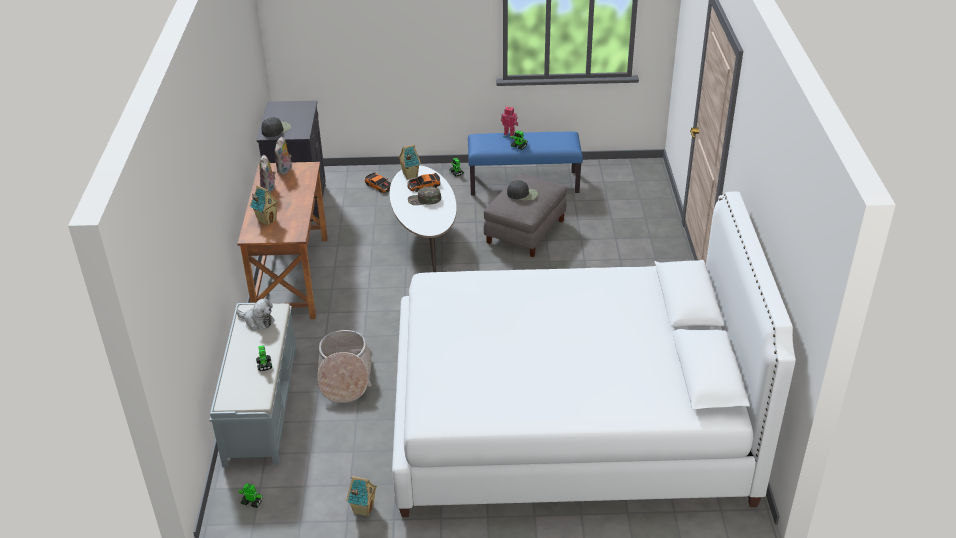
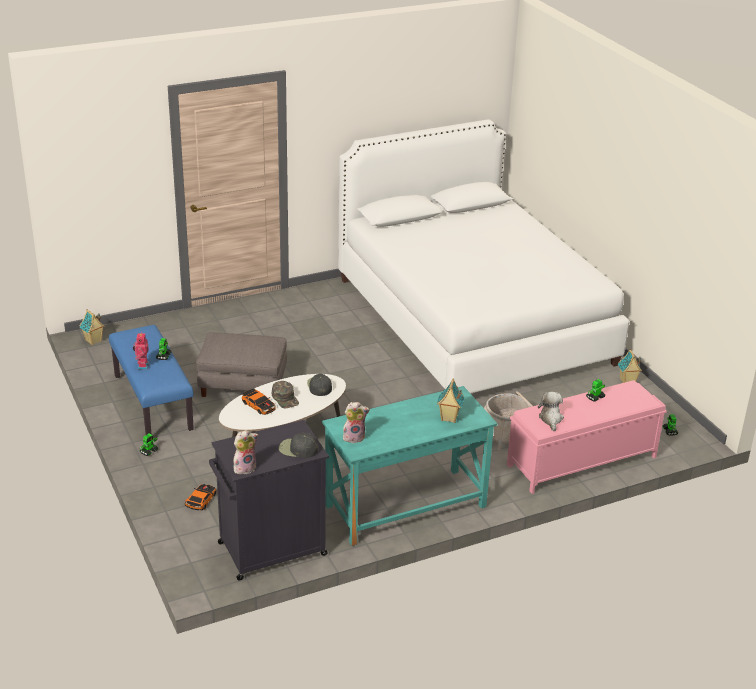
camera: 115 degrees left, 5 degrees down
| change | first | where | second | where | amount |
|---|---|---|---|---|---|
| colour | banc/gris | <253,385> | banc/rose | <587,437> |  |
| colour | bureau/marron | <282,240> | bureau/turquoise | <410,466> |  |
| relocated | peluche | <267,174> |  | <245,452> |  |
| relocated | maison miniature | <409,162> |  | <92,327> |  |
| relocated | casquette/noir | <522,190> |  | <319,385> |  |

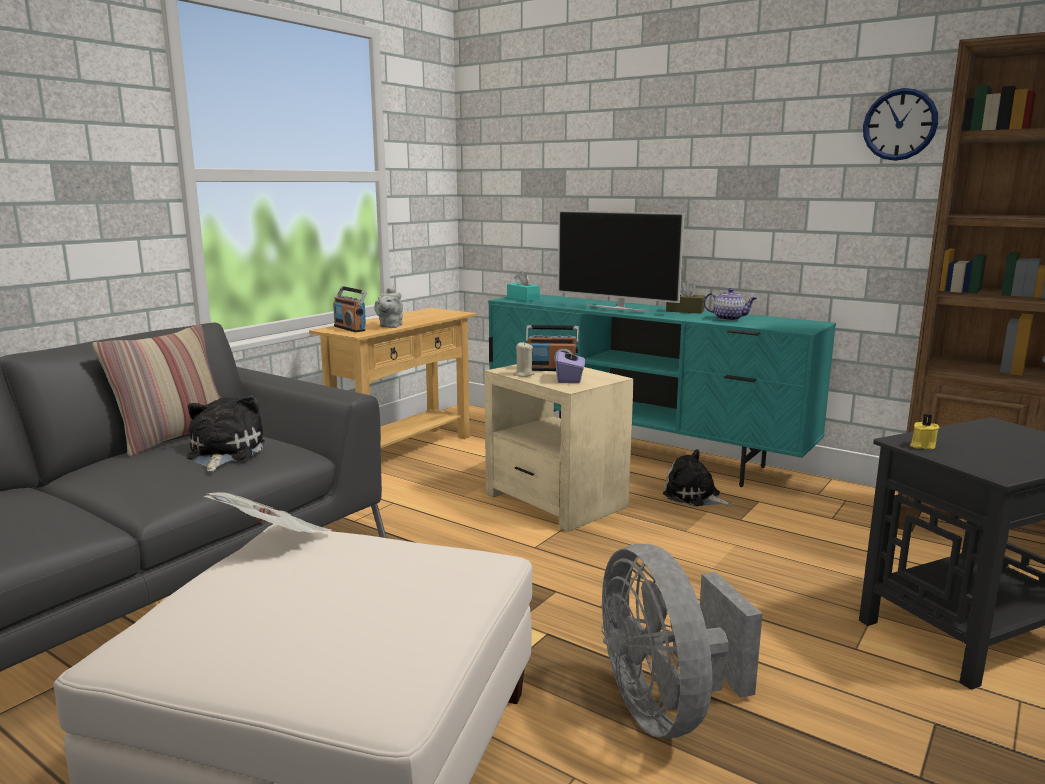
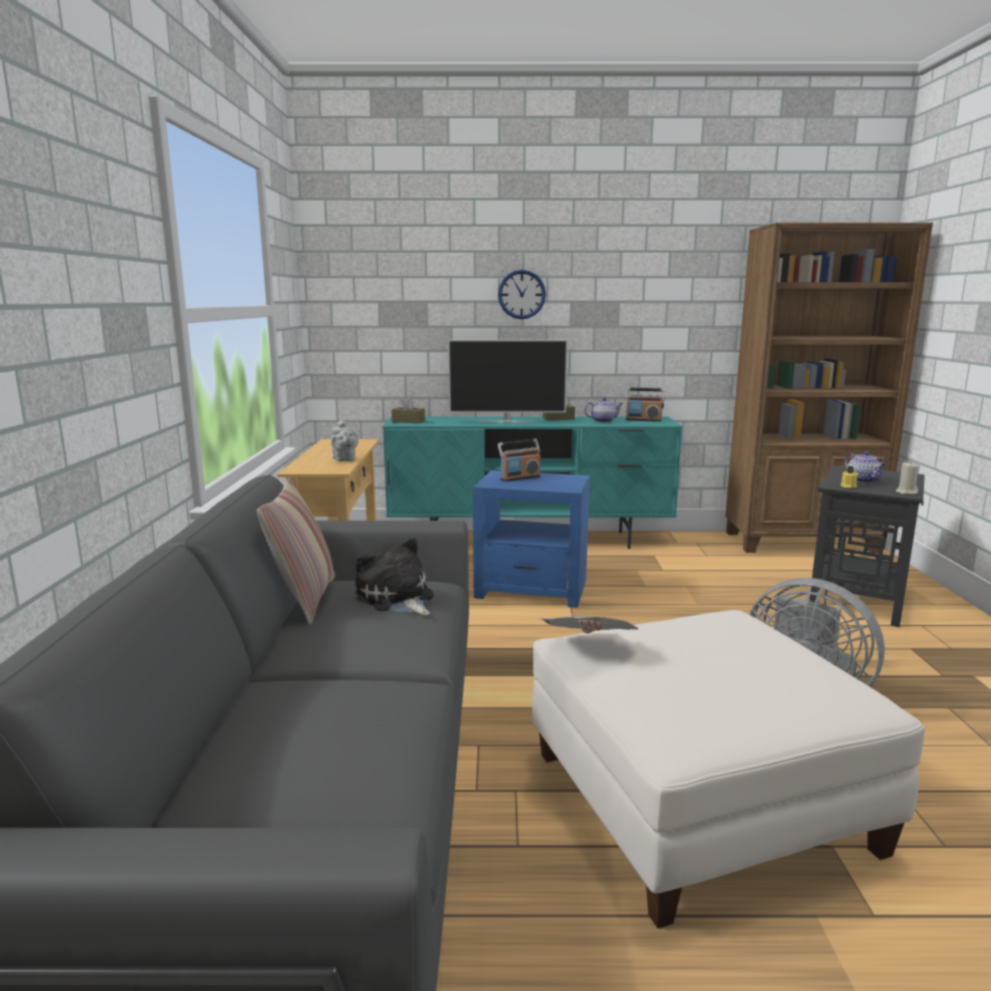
camera: 35 degrees left, 0 degrees up
| change | first | where | second | where | amount |
|---|---|---|---|---|---|
| relocated | radio | <350,309> |  | <645,405> |  |
| colour | table d'appoint/beige | <559,448> | table d'appoint/bleu | <531,539> |  |
| colour | boîte à mouchoirs/turquoise | <523,286> | boîte à mouchoirs/marron | <408,410> |  |
| relocated | bougie/beige | <524,359> |  | <907,478> |  |
| missing | boîte à mouchoirs/violet | <570,364> |  |  |  |
| missing | peluche | <698,477> |  |  |  |
| relocated | horloge murale | <900,124> |  | <522,294> |  |
| appeared |  |  | théière | <865,467> |  |

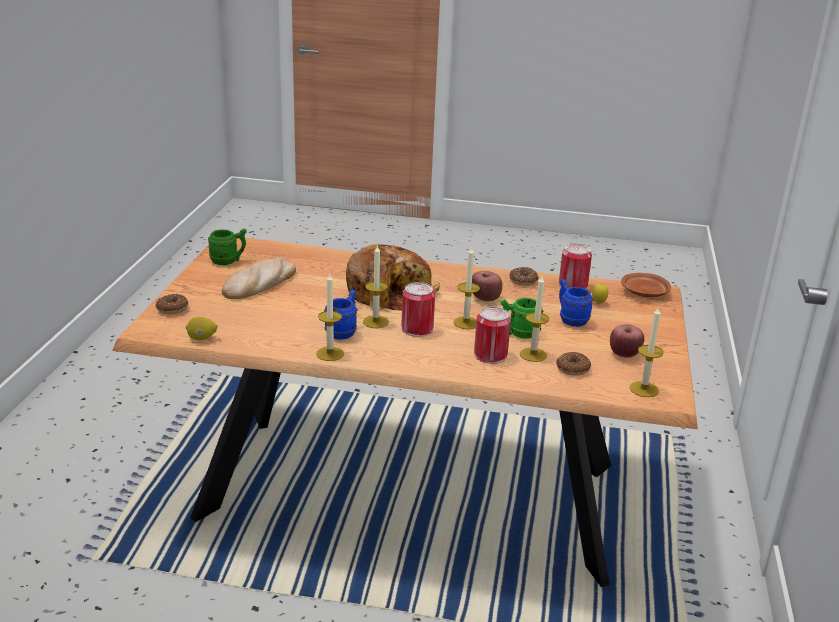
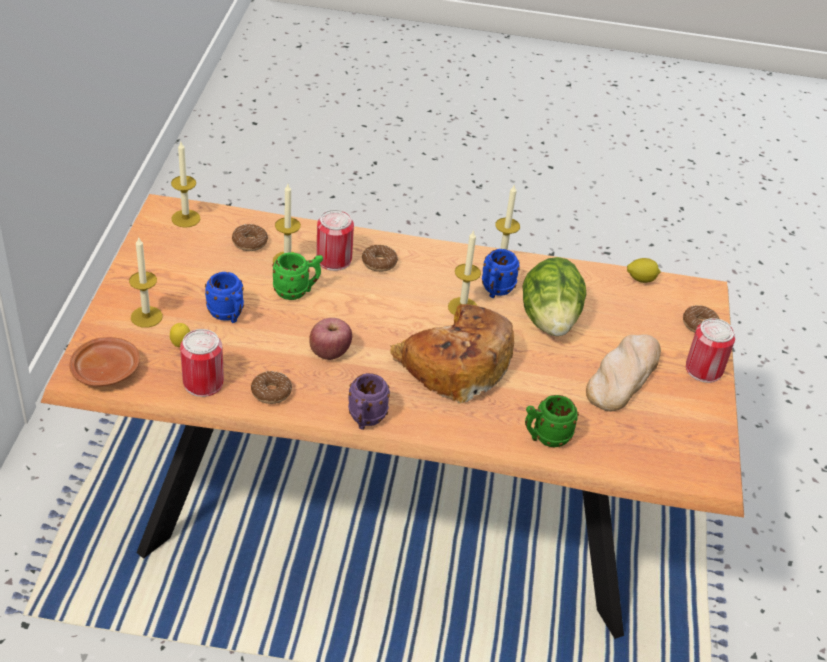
camera: 175 degrees right, 15 degrees up
| change | first | where | second | where | amount |
|---|---|---|---|---|---|
| relocated | mug/vert | <227,247> |  | <552,421> |  |
| relocated | boîte métallique | <418,309> |  | <710,350> |  |
| relocated | bougie | <466,287> |  | <146,282> |  |
| missing | pomme | <627,341> |  |  |  |
| appeared |  |  | mug/violet | <369,401> |  |
| appeared |  |  | beignet | <380,258> |  |
| appeared |  |  | laitue | <554,296> |  |

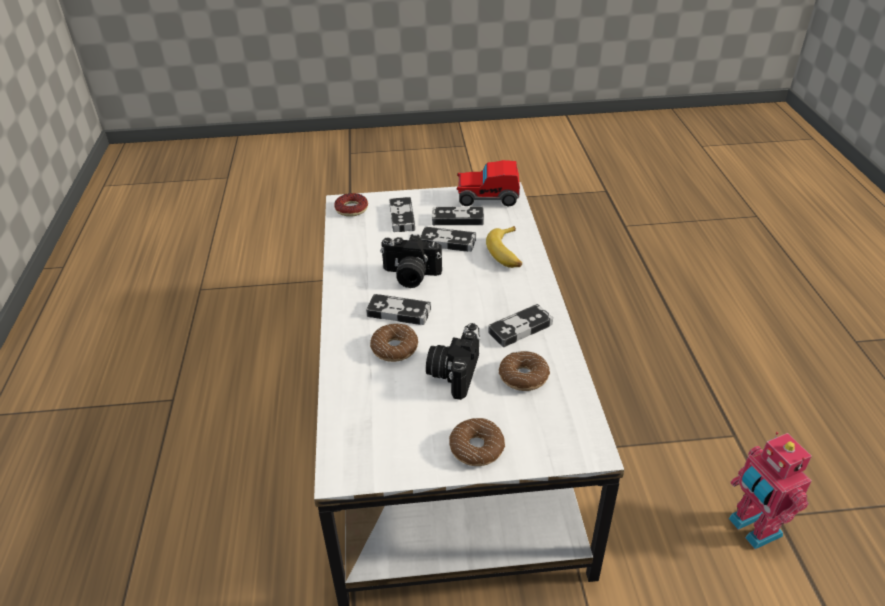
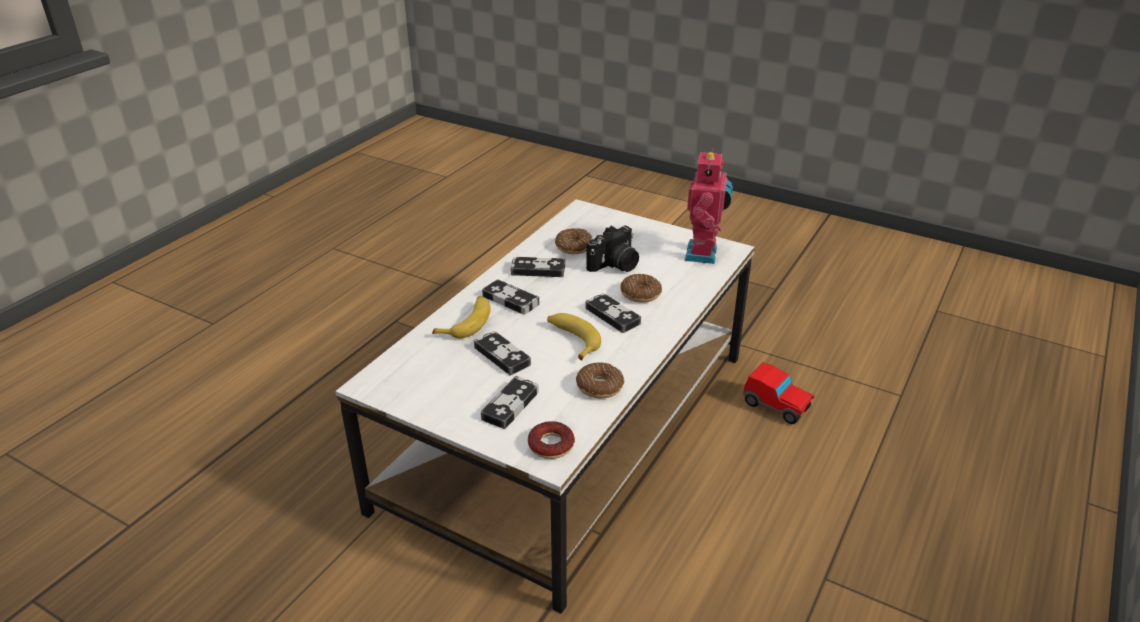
camera: 145 degrees left, 5 degrees down
| change | first | where | second | where | amount |
|---|---|---|---|---|---|
| exchanged | appareil photo | <411,261> | banane | <574,336> |  |
| relocated | manette | <458,215> |  | <511,297> |  |
| relocated | beignet | <477,442> |  | <600,380> |  |
| relocated | petite voiture | <488,183> |  | <779,393> |  |
| relocated | robot jouet | <770,490> |  | <709,206> |  |

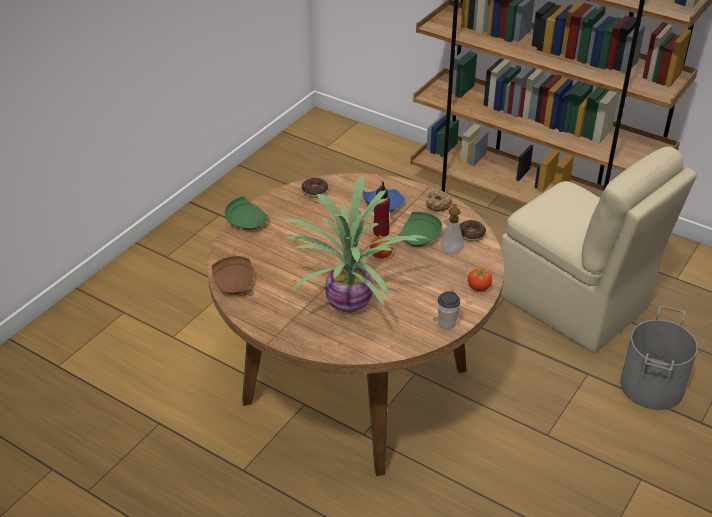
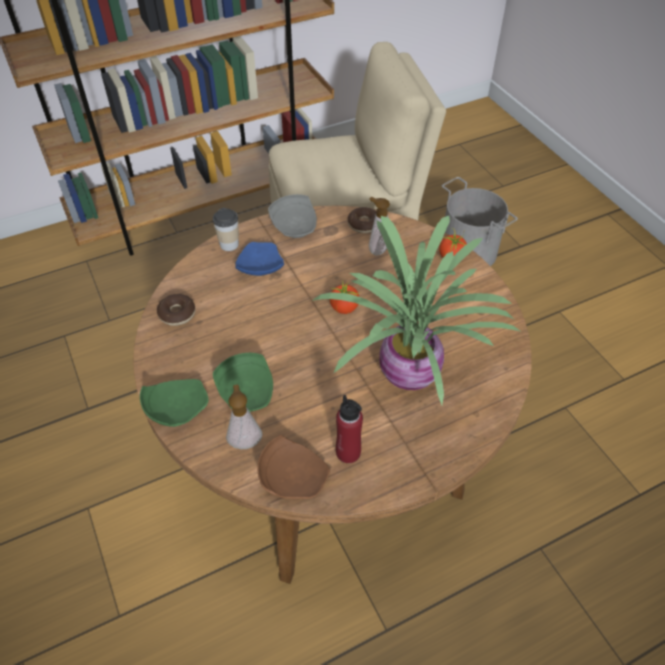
camera: 60 degrees left, 10 degrees up
| change | first | where | second | where | amount |
|---|---|---|---|---|---|
| relocated | bouteille/rouge | <381,209> |  | <349,429> |  |
| relocated | assiette/vert | <420,229> |  | <243,382> |  |
| exchanged | beignet | <439,201> | assiette/gris | <292,216> |  |
| relocated | tasse | <449,310> |  | <226,229> |  |
| appeared |  |  | distributeur de savon | <244,416> |  |

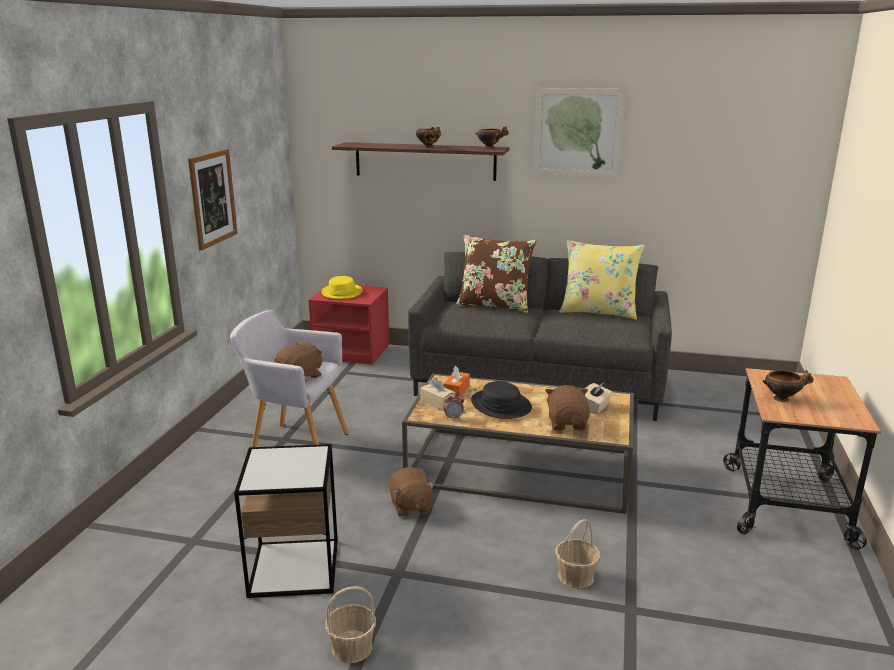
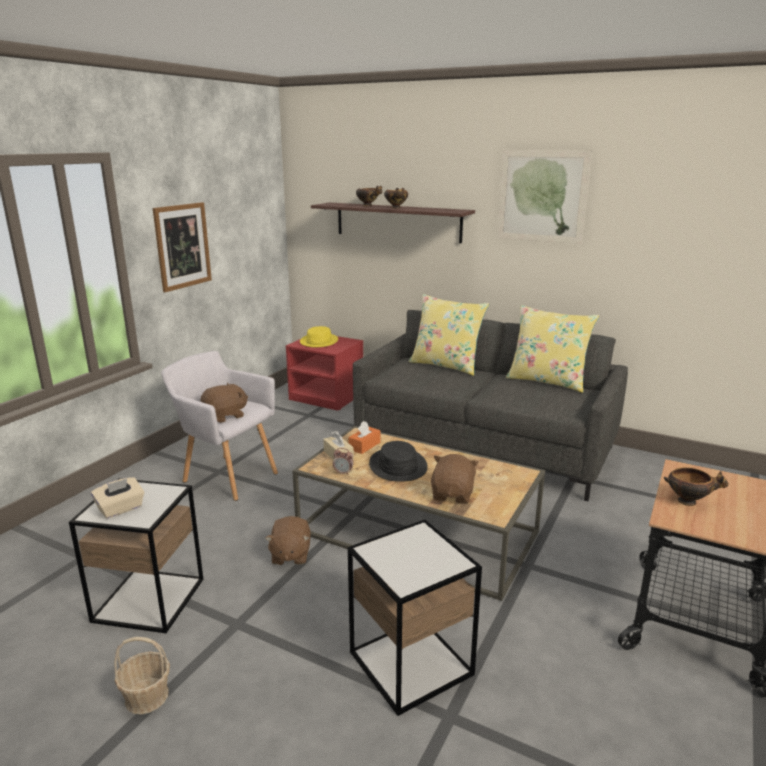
camera: 15 degrees right, 0 degrees up
| change | first | where | second | where | amount |
|---|---|---|---|---|---|
| colour | coussin/marron | <496,274> | coussin/jaune | <449,335> |  |
| relocated | bol | <492,137> |  | <369,196> |  |
| exchanged | panier | <577,554> | table d'appoint | <415,618> |  |
| relocated | boîte à mouchoirs/beige | <598,398> |  | <117,498> |  |

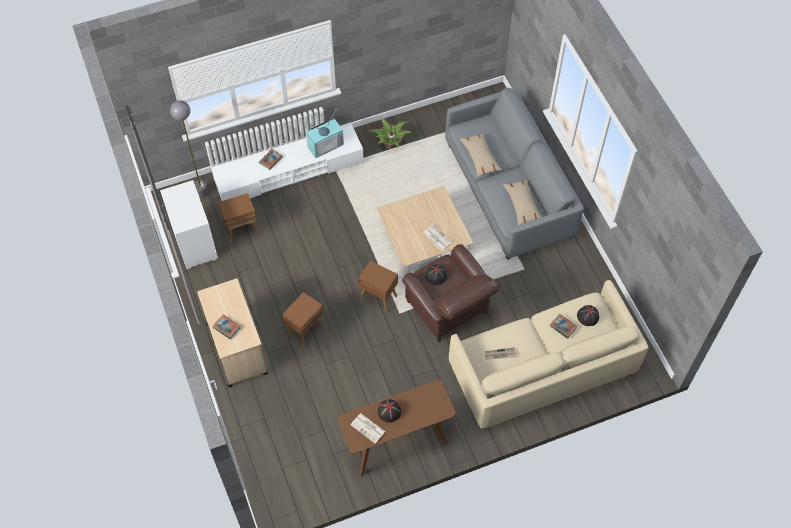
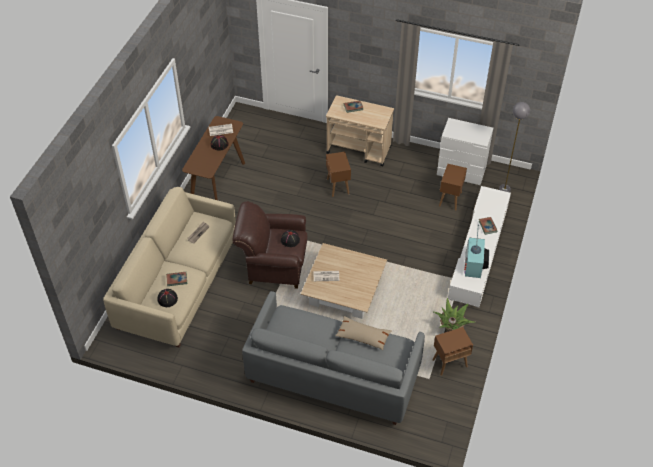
camera: 130 degrees right, 10 degrees down
| change | first | where | second | where | amount |
|---|---|---|---|---|---|
| relocated | table d'appoint/marron | <378,286> |  | <452,351> |  |
| missing | coussin/beige | <522,202> |  |  |  |

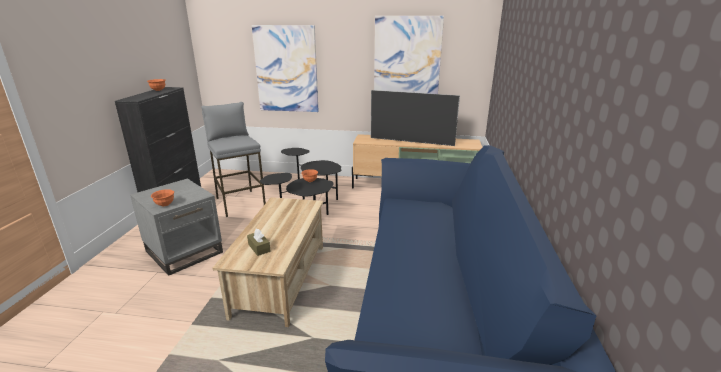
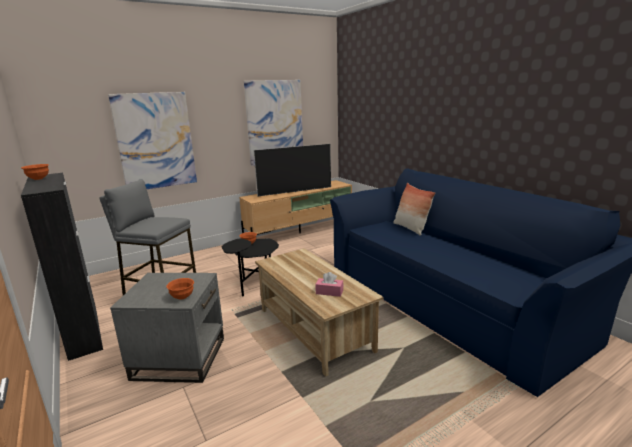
camera: 40 degrees left, 5 degrees down
| change | first | where | second | where | amount |
|---|---|---|---|---|---|
| colour | boîte à mouchoirs/marron | <259,242> | boîte à mouchoirs/rose | <329,284> |  |
| missing | table d'appoint/noir | <311,174> |  |  |  |
| appeared |  |  | coussin | <414,209> |  |

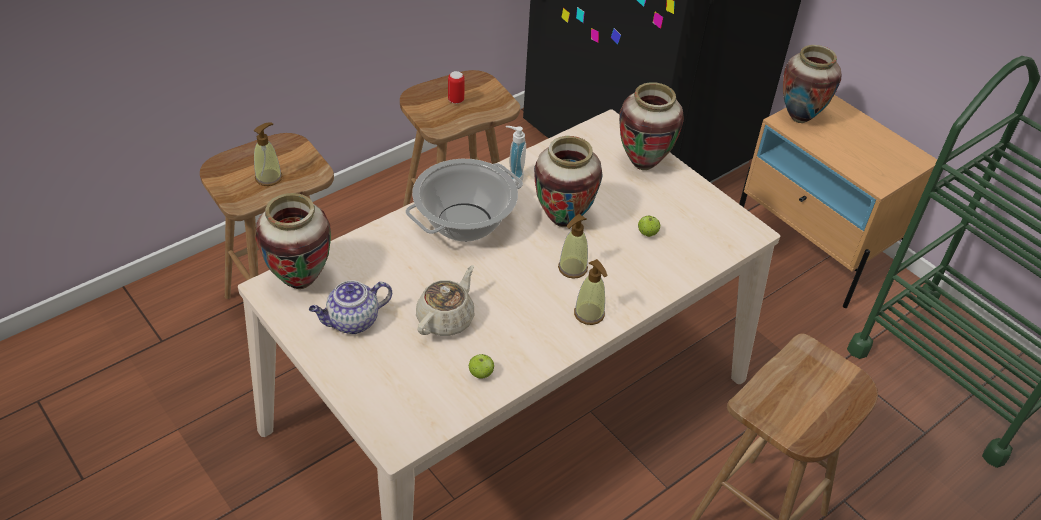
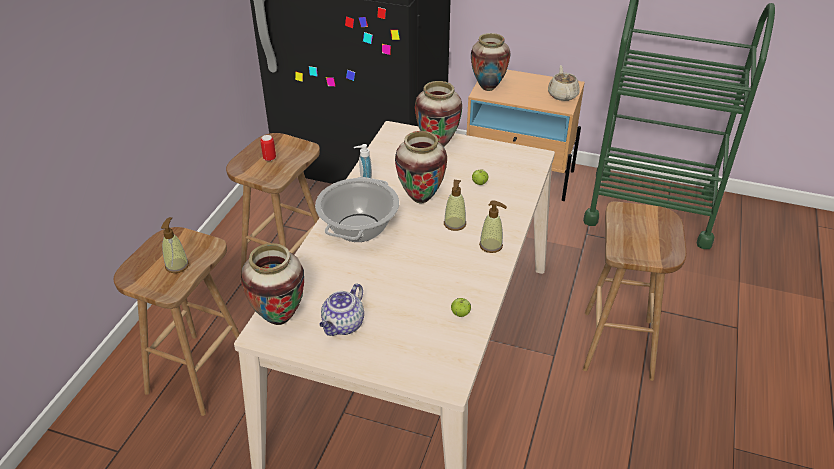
camera: 30 degrees left, 5 degrees down
| change | first | where | second | where | amount |
|---|---|---|---|---|---|
| relocated | théière/beige | <445,300> |  | <563,83> |  |

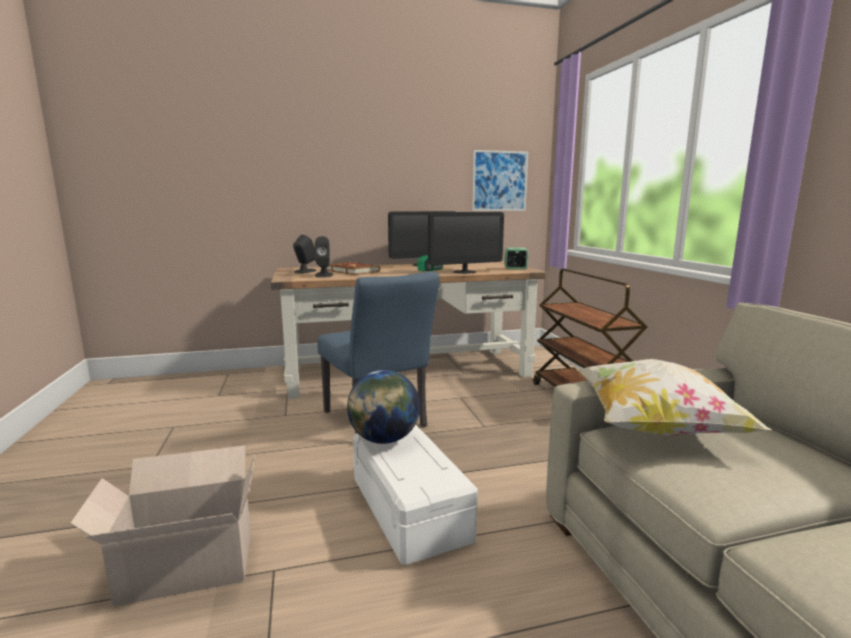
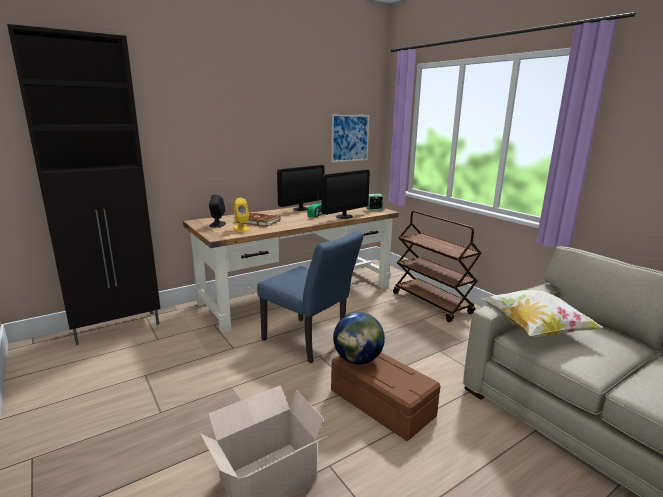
camera: 20 degrees left, 5 degrees up
| change | first | where | second | where | amount |
|---|---|---|---|---|---|
| colour | enceinte/noir | <324,256> | enceinte/jaune | <241,215> |  |
| colour | boîte de rangement/blanc | <415,495> | boîte de rangement/marron | <385,396> |  |
| appeared |  |  | meuble de rangement/noir | <83,184> |  |

